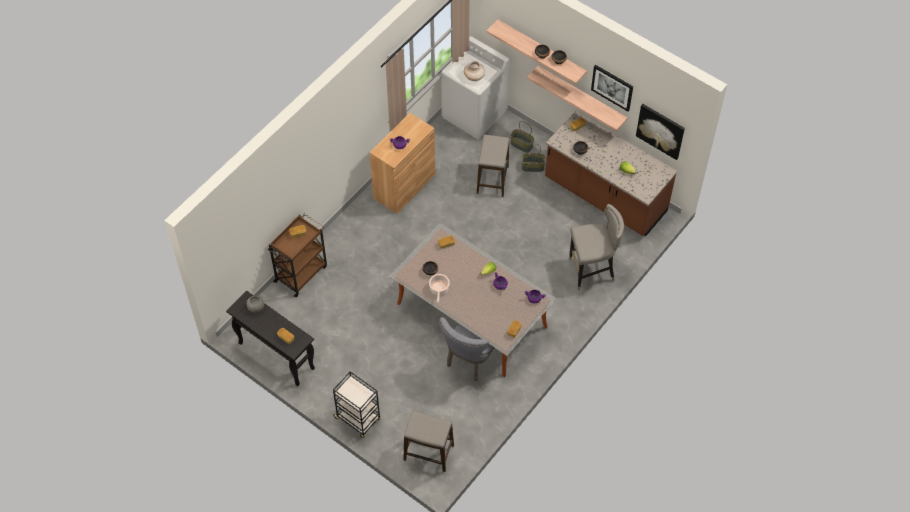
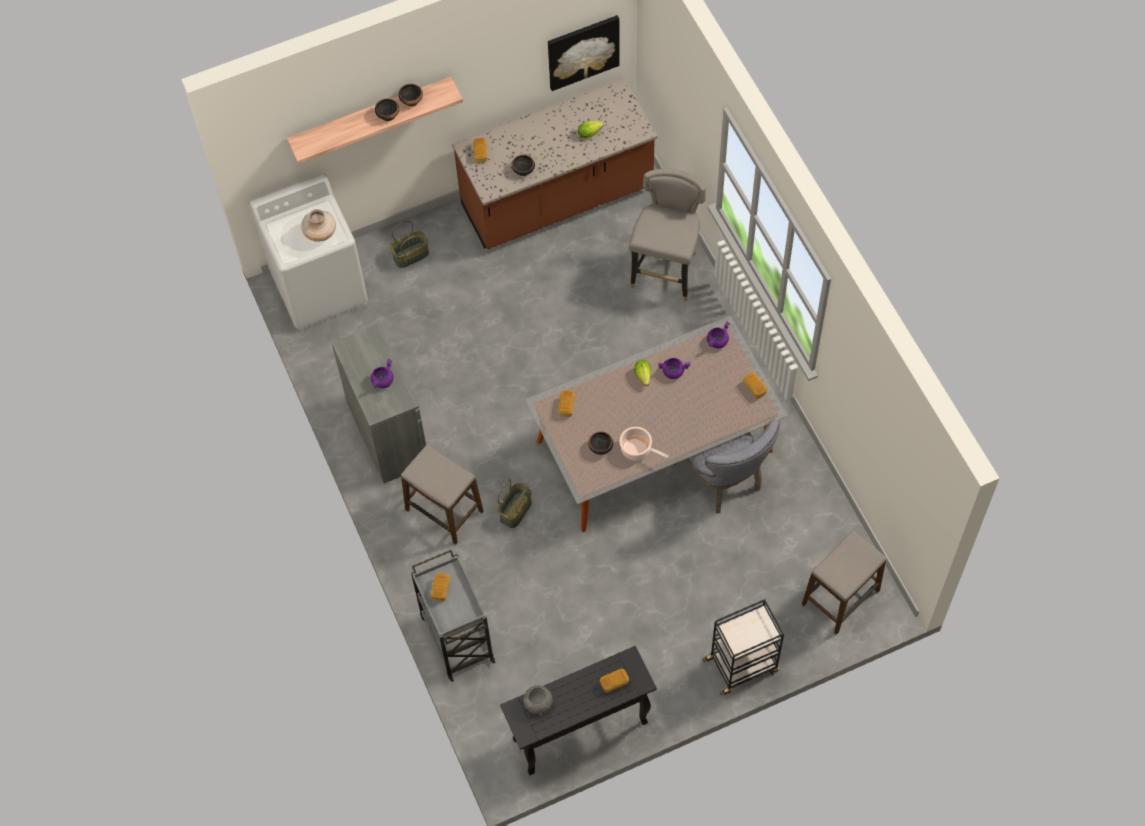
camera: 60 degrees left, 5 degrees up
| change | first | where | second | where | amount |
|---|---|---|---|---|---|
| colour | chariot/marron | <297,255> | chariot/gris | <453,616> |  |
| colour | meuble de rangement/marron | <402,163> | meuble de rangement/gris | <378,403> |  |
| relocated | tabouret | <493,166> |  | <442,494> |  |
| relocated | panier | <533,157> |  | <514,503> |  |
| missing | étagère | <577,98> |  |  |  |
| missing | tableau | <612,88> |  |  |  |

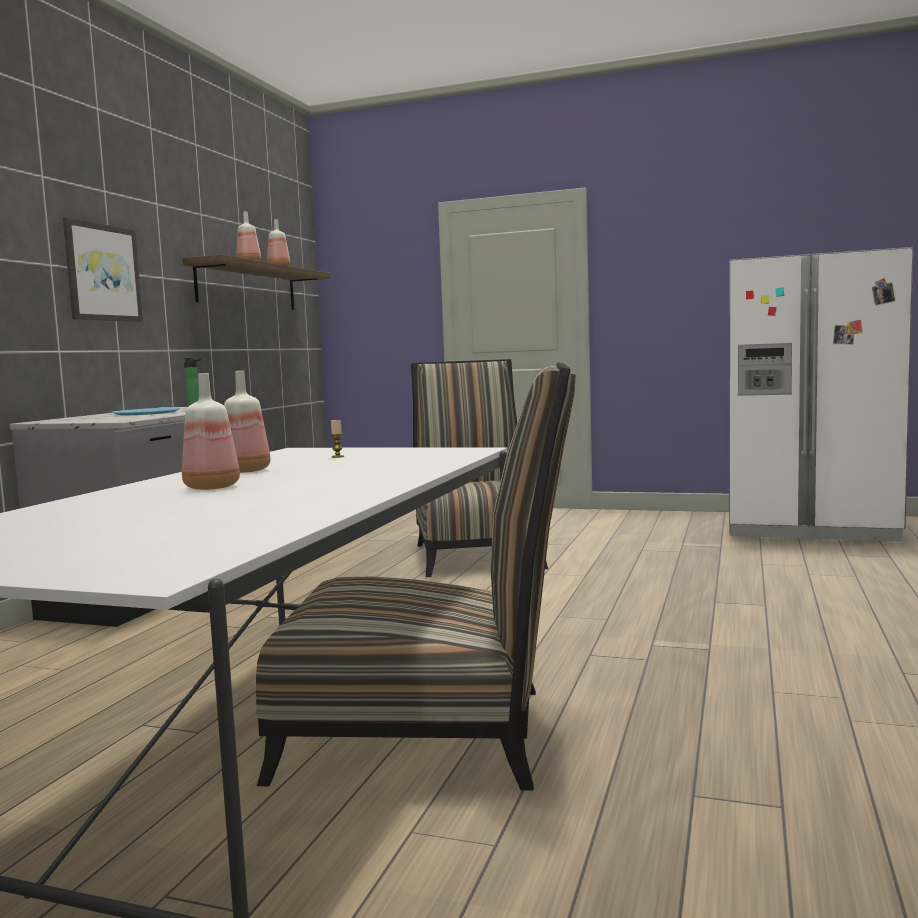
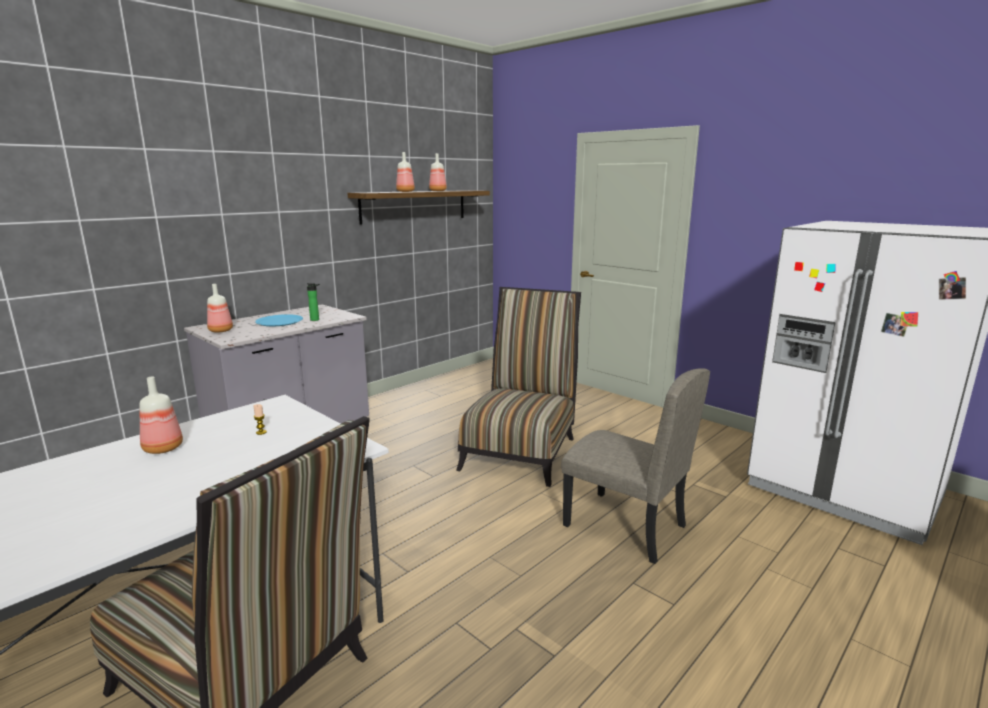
camera: 25 degrees right, 10 degrees up
| change | first | where | second | where | amount |
|---|---|---|---|---|---|
| missing | tableau | <103,269> |  |  |  |
| relocated | bouteille | <211,431> |  | <220,308> |  |
| appeared |  |  | chaise/beige | <635,466> |  |

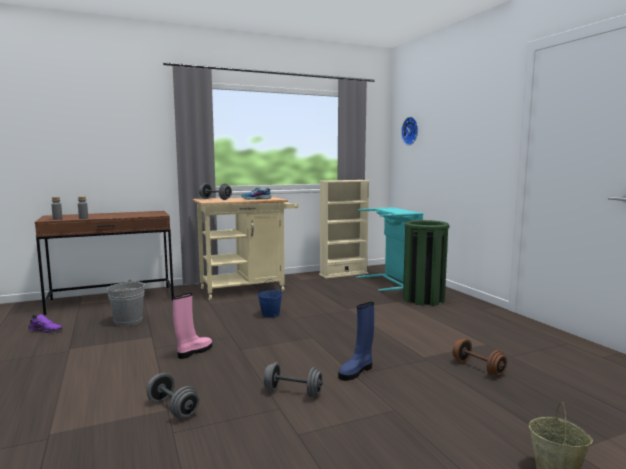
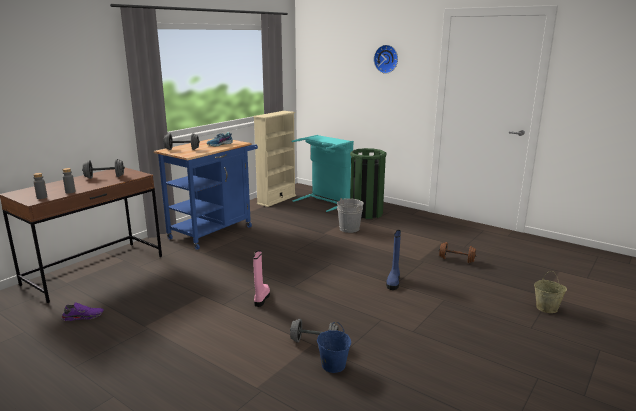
camera: 30 degrees left, 10 degrees up
| change | first | where | second | where | amount |
|---|---|---|---|---|---|
| relocated | seau/gris | <126,303> |  | <350,215> |  |
| colour | chariot/beige | <246,248> | chariot/bleu | <206,194> |  |
| relocated | seau/bleu | <270,298> |  | <334,347> |  |
| relocated | haltère/gris | <293,379> |  | <103,169> |  |
| relocated | horloge murale | <409,131> |  | <386,59> |  |

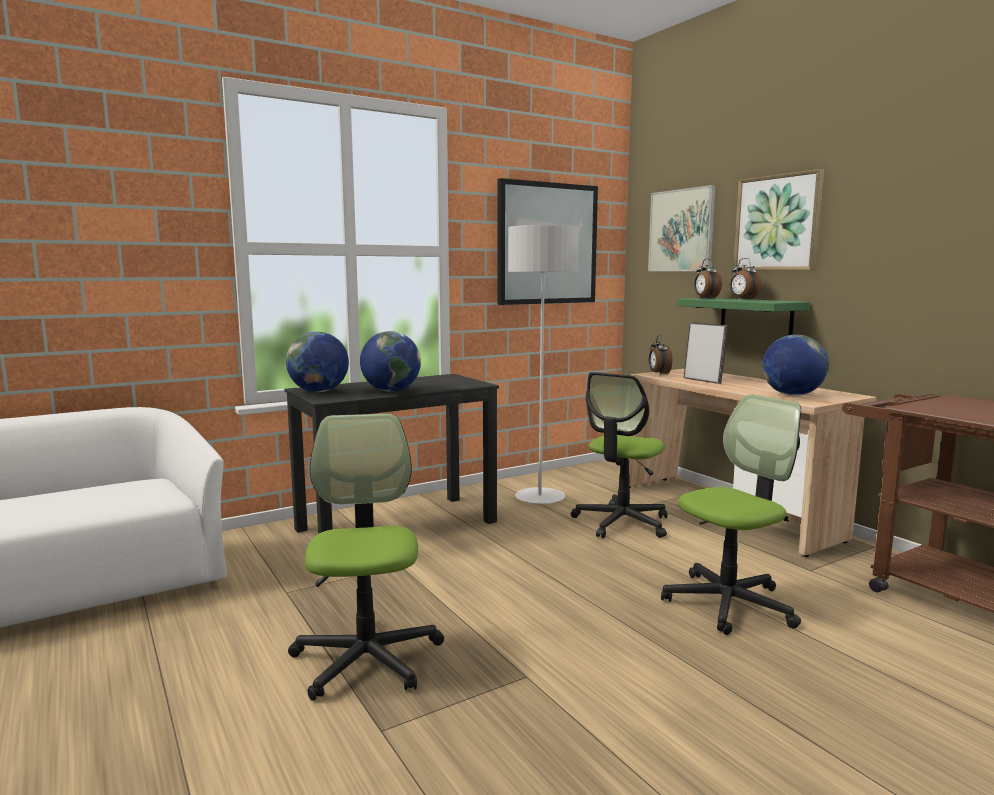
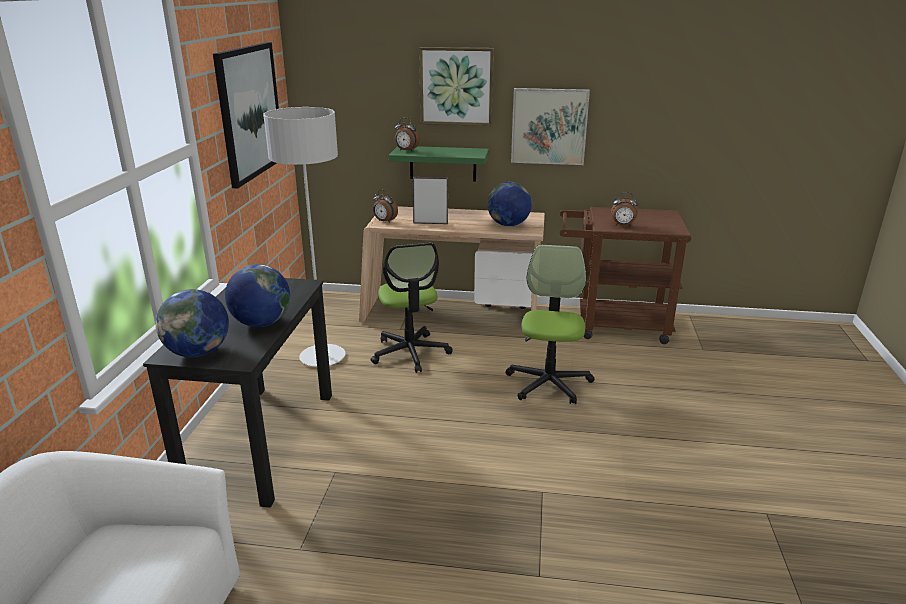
camera: 50 degrees left, 15 degrees up
| change | first | where | second | where | amount |
|---|---|---|---|---|---|
| missing | chaise de bureau | <366,557> |  |  |  |
| relocated | tableau | <682,228> |  | <550,126> |  |
| relocated | réveil | <746,279> |  | <624,209> |  |

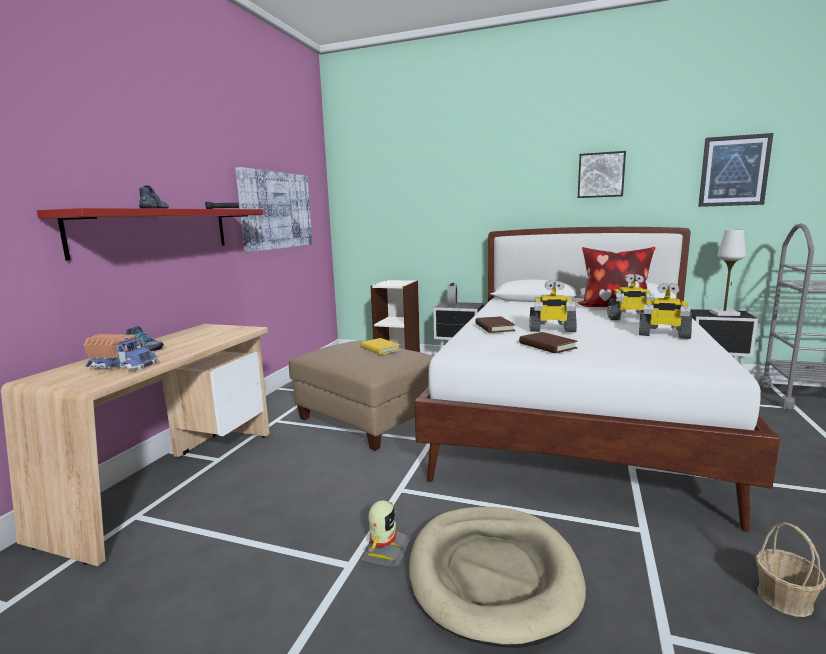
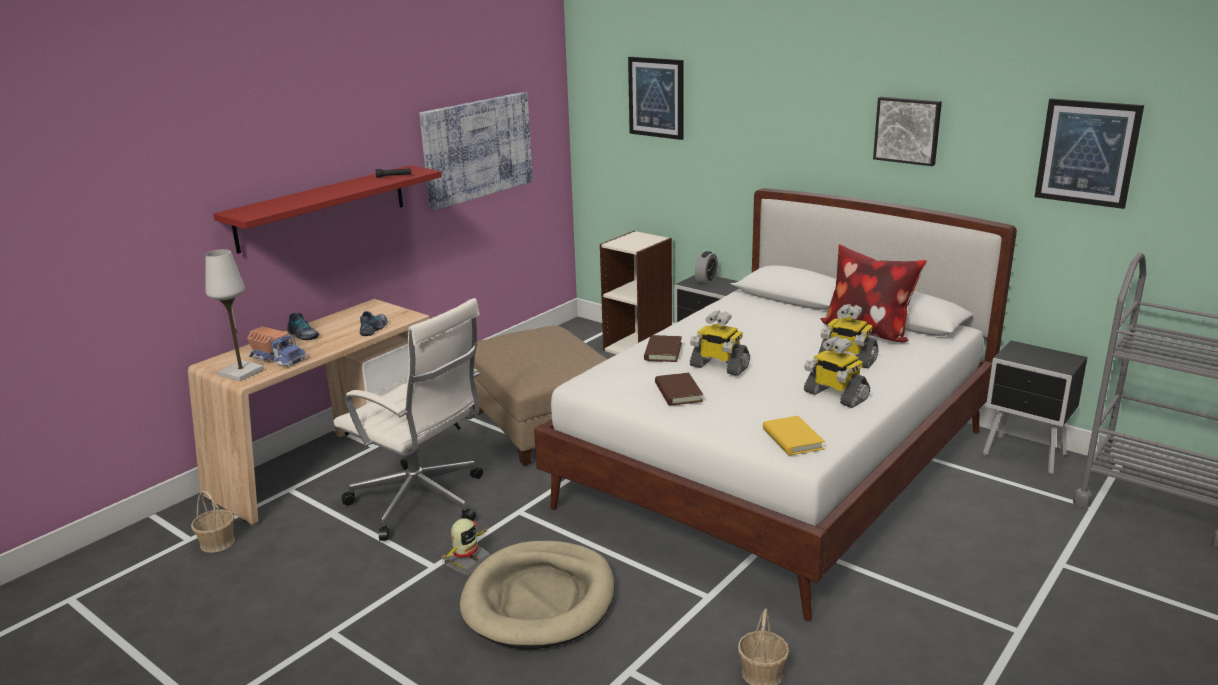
camera: 20 degrees right, 10 degrees up
| change | first | where | second | where | amount |
|---|---|---|---|---|---|
| relocated | chaussure | <154,197> |  | <374,323> |  |
| relocated | livre/jaune | <380,346> |  | <794,435> |  |
| relocated | lampe de table/blanc | <727,272> |  | <234,315> |  |
| appeared |  |  | panier | <213,522> |  |
| appeared |  |  | chaise de bureau/blanc | <408,419> |  |
| appeared |  |  | tableau | <656,98> |  |

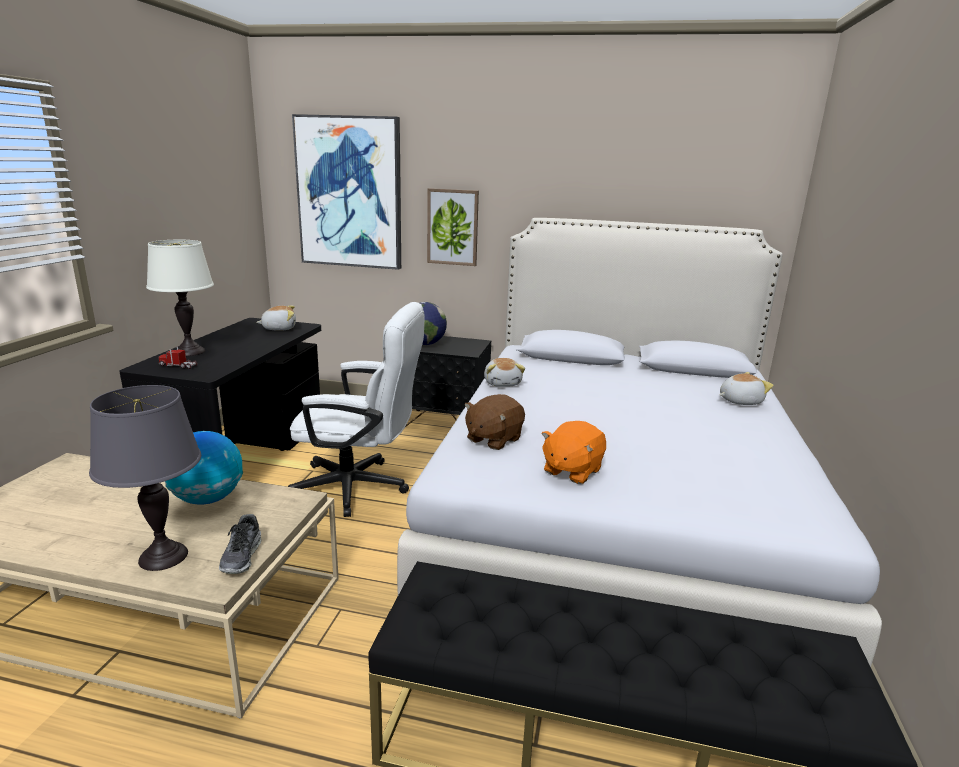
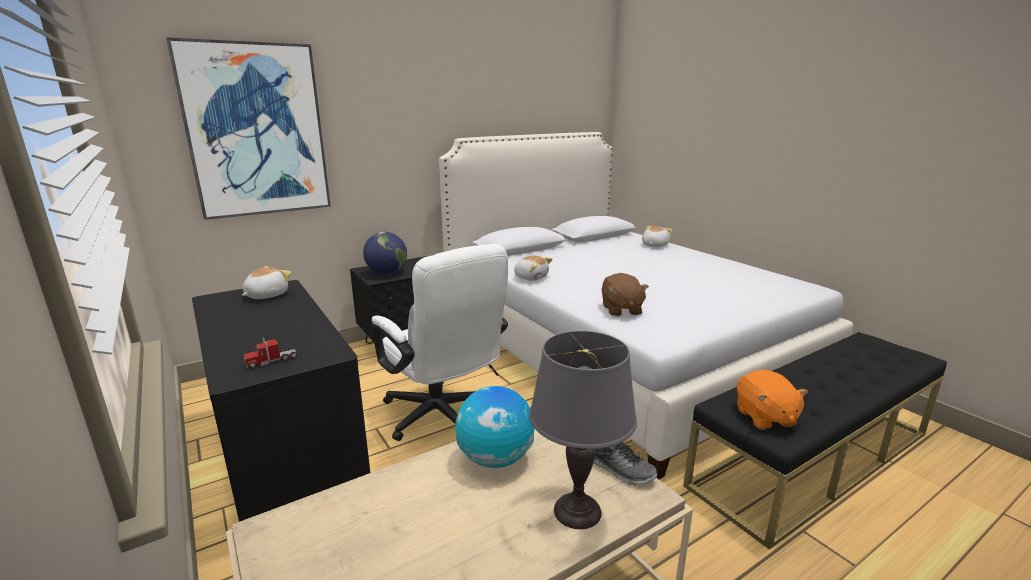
camera: 45 degrees left, 0 degrees up
| change | first | where | second | where | amount |
|---|---|---|---|---|---|
| missing | lampe de table/blanc | <180,298> |  |  |  |
| spun | chaise de bureau/blanc | <356,409> |  | <439,342> | 90 degrees clockwise |
| missing | tableau | <453,227> |  |  |  |
| relocated | peluche/orange | <573,452> |  | <772,400> |  |

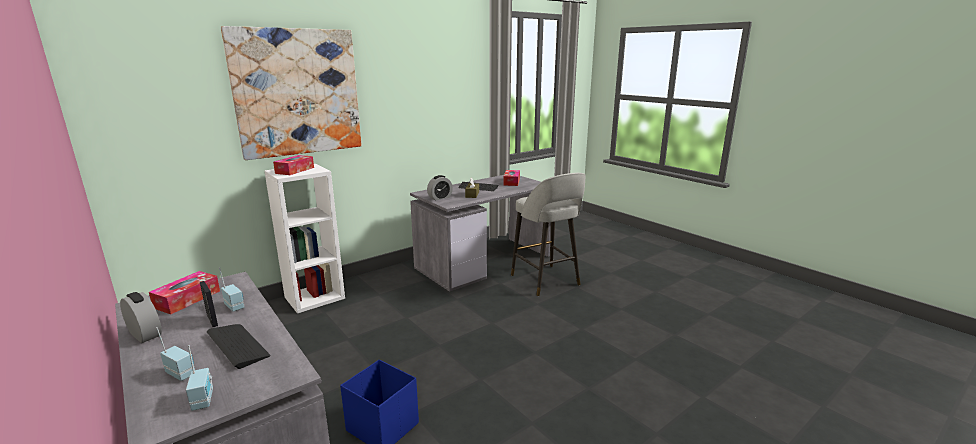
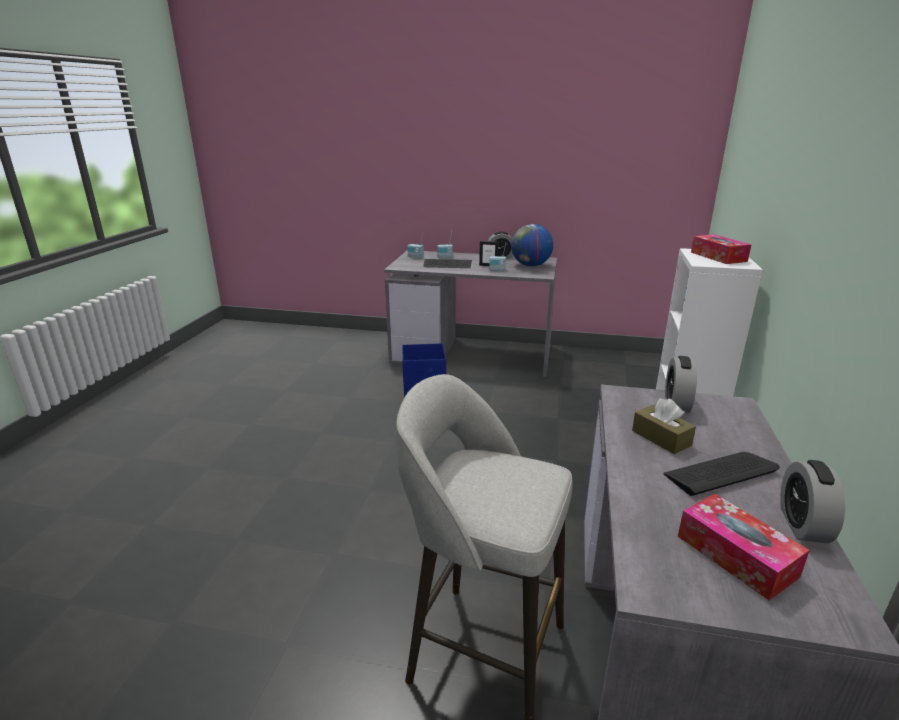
camera: 140 degrees right, 5 degrees up
| change | first | where | second | where | amount |
|---|---|---|---|---|---|
| exchanged | boîte à mouchoirs | <184,292> | globe | <532,245> |  |
| missing | tableau | <291,93> |  |  |  |
| appeared |  |  | réveil | <812,502> |  |

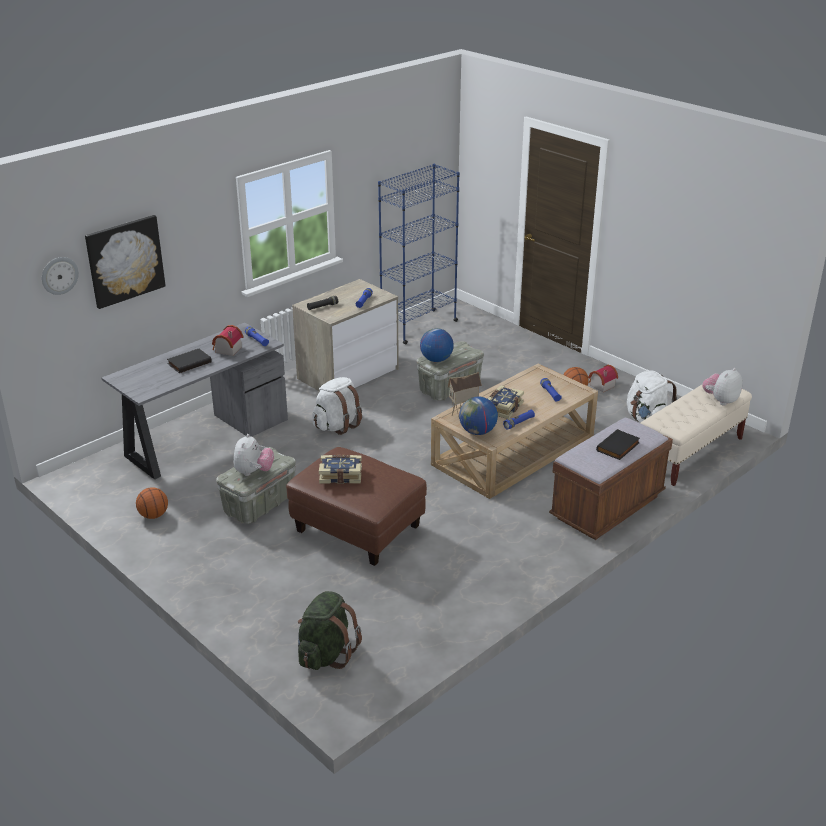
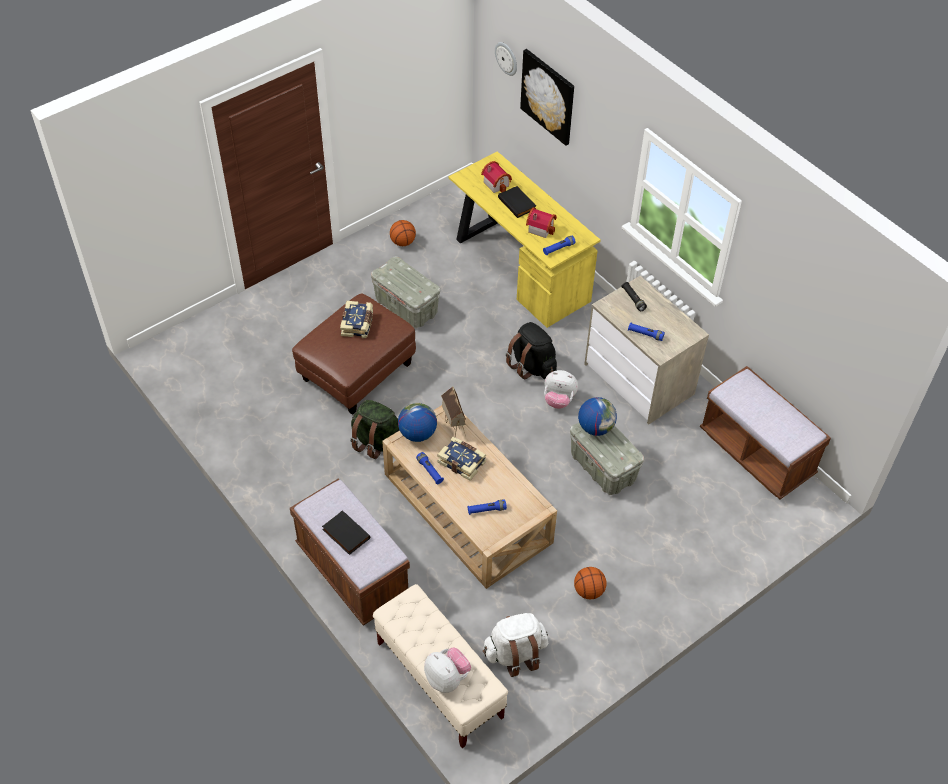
camera: 95 degrees right, 20 degrees up
| change | first | where | second | where | amount |
|---|---|---|---|---|---|
| colour | bureau/gris | <195,401> | bureau/jaune | <525,239> |  |
| relocated | peluche | <254,455> |  | <561,389> |  |
| relocated | sac à dos/vert | <330,630> |  | <375,429> |  |
| colour | sac à dos/blanc | <337,406> | sac à dos/noir | <531,350> |  |
| exchanged | bibliothèque/bleu | <419,254> | banc/marron | <765,432> |  |
| relocated | maison miniature | <603,378> |  | <496,177> |  |

